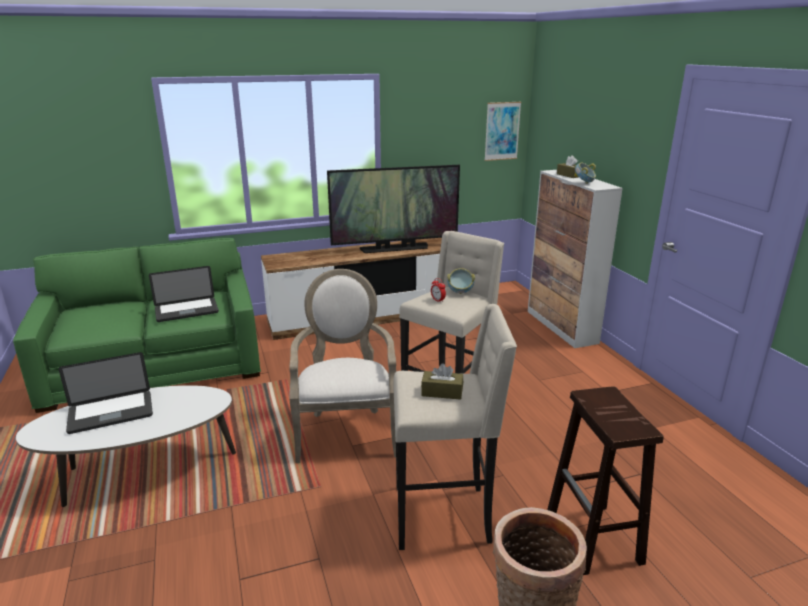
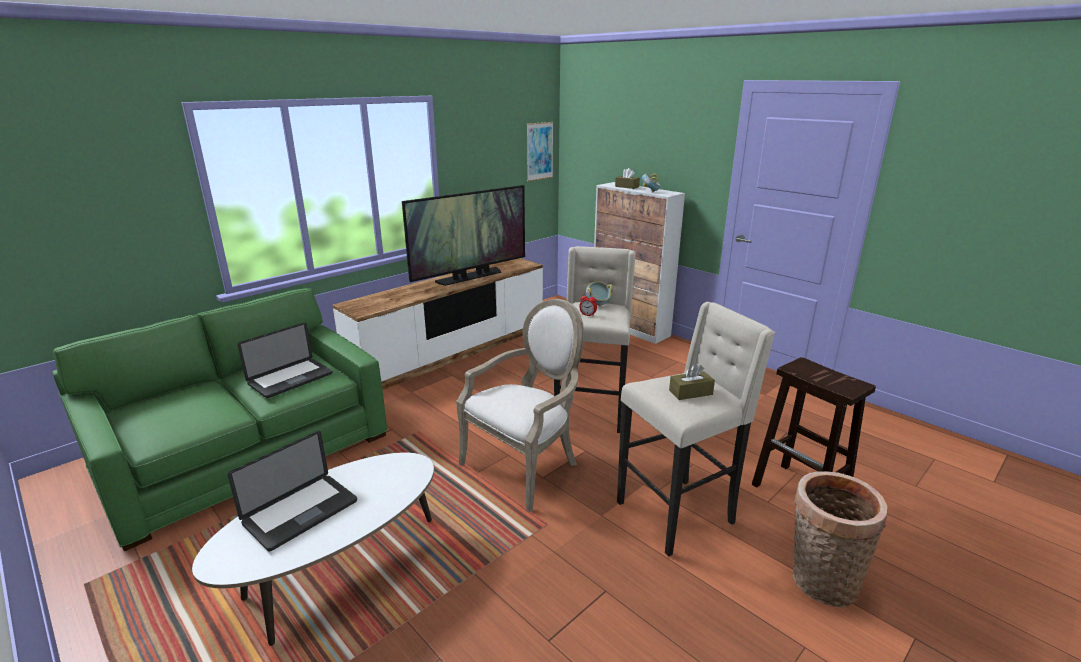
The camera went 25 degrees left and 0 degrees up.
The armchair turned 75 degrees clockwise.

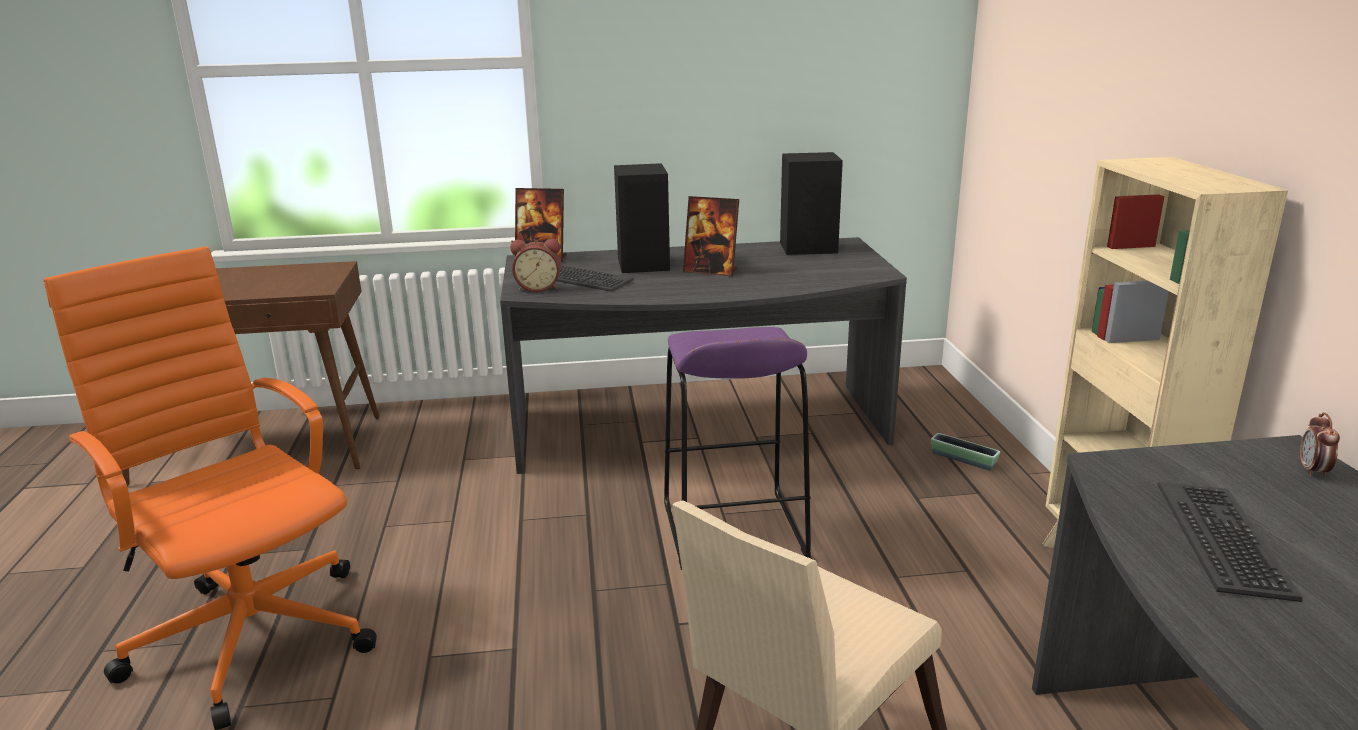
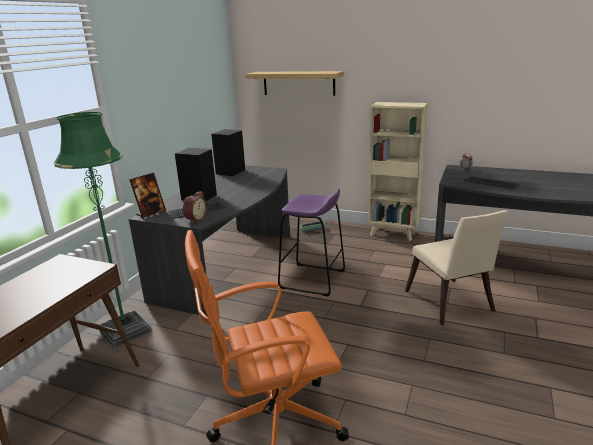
The camera went 60 degrees left and 0 degrees up.
The picture frame (no. 2 from left) disappeared.
The shelf appeared.
The green floor lamp appeared.

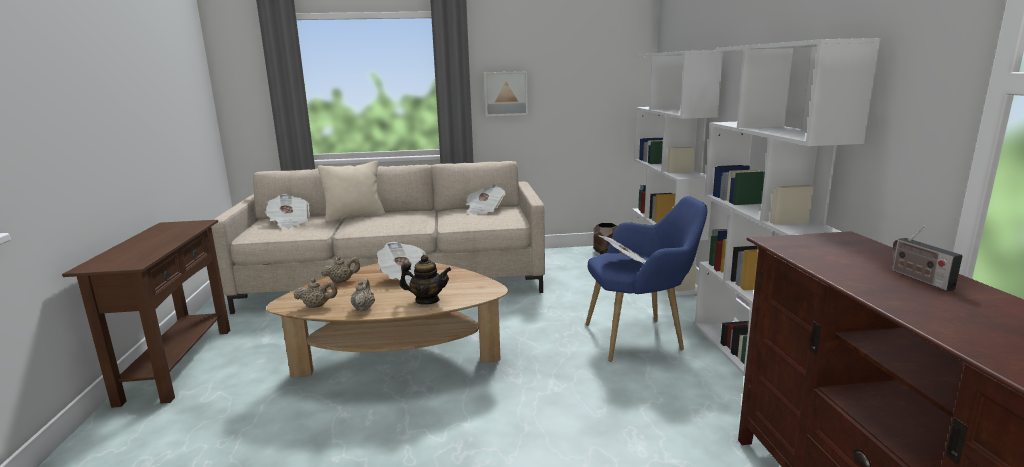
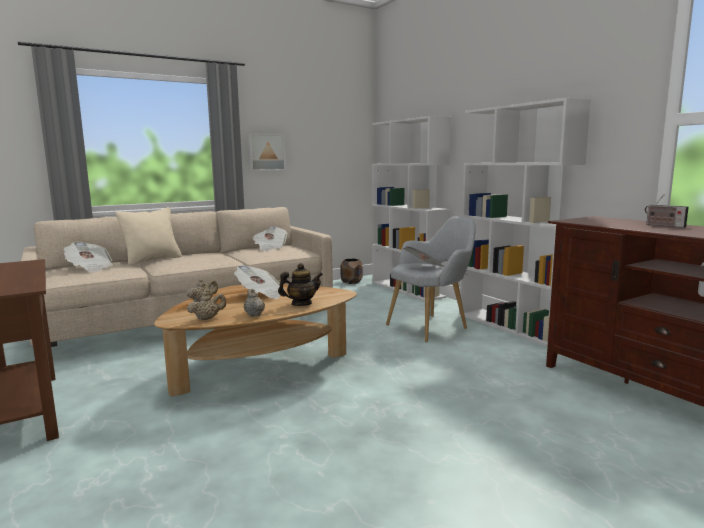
The camera went 25 degrees left and 5 degrees down.
The bluish armchair became the greyish armchair.

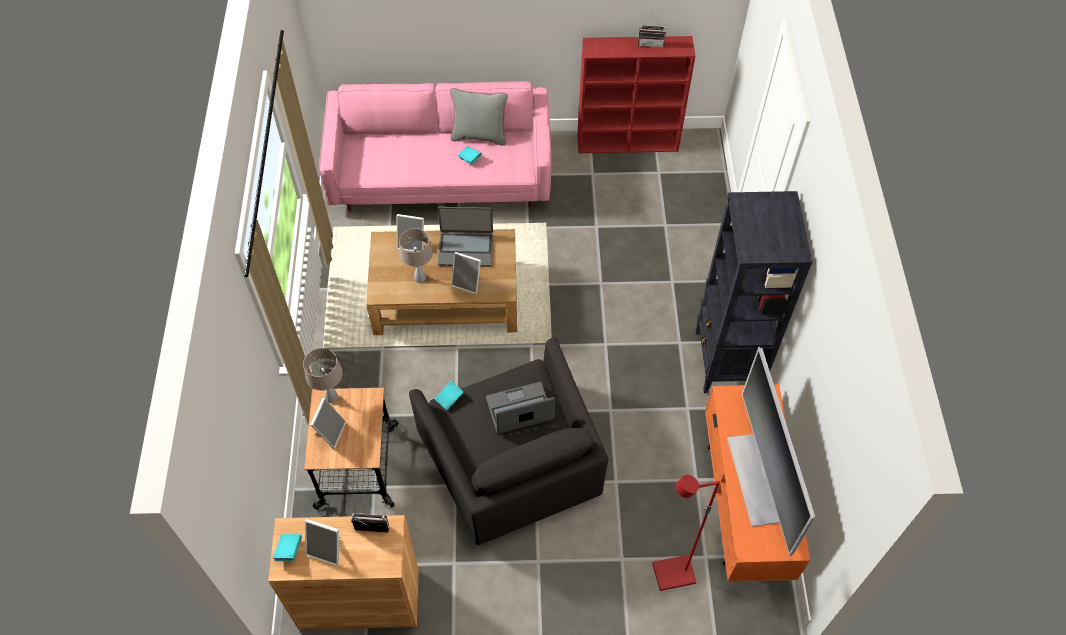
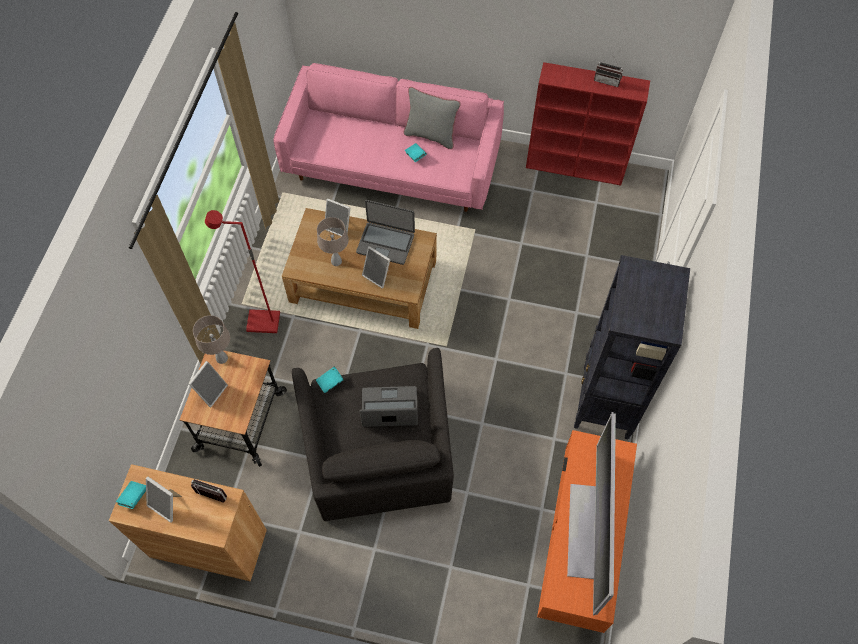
The camera went 15 degrees right and 5 degrees up.
The reddish floor lamp moved.

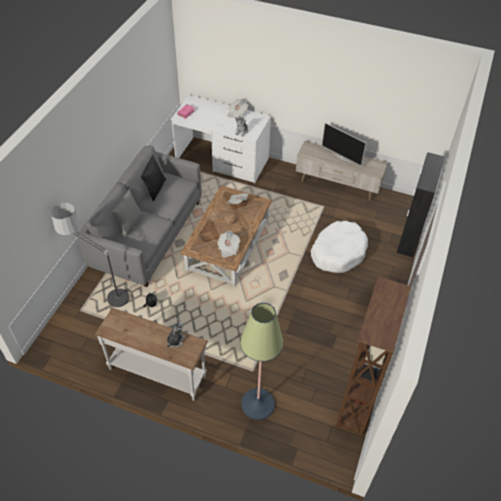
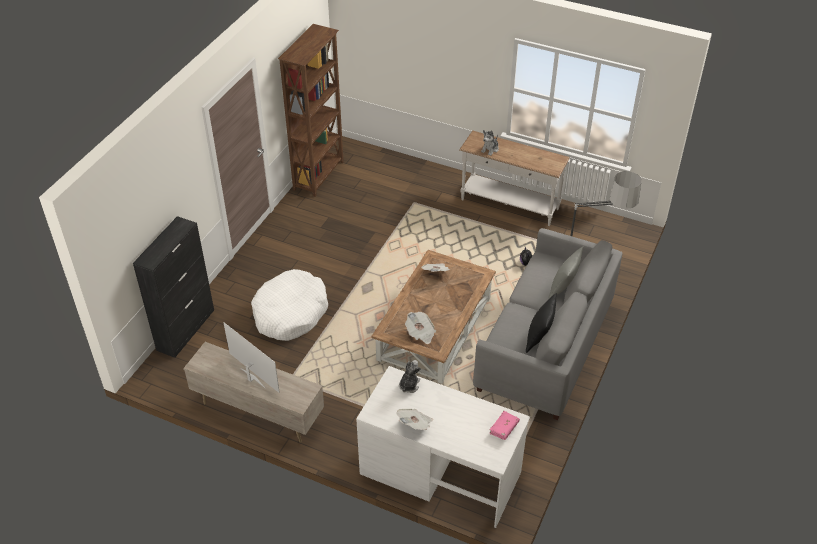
The camera went 175 degrees left and 5 degrees down.
The floor lamp (no. 2 from left) disappeared.

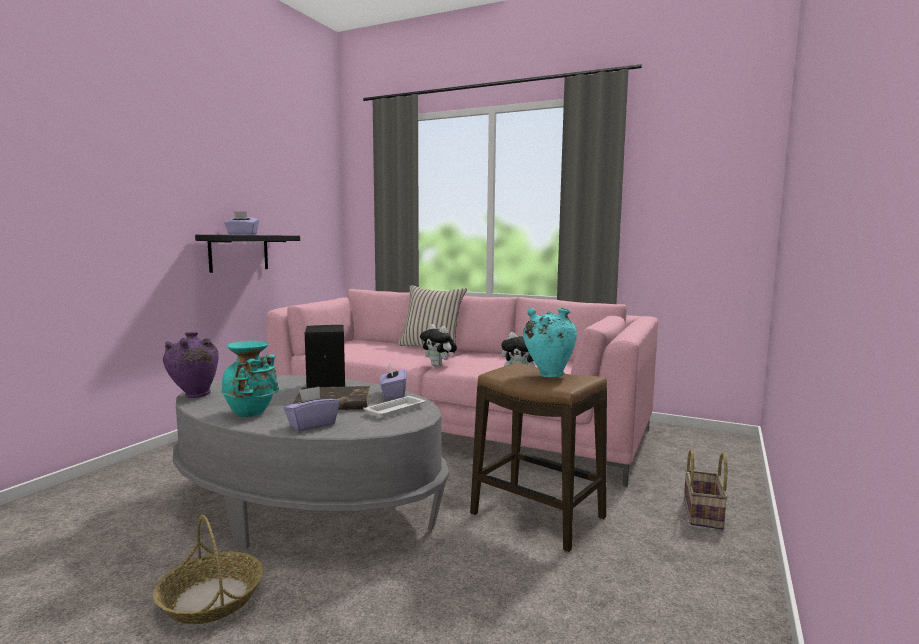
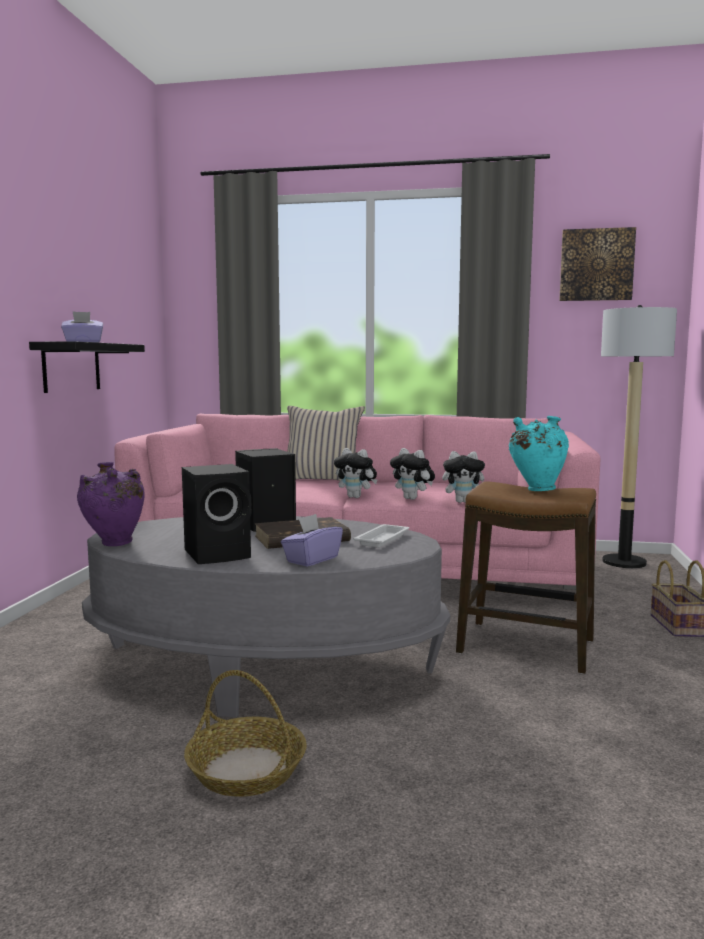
The camera went 15 degrees left and 0 degrees up.
The blue-green decorative vase (no. 1 from left) was replaced by the black-coloured loudspeaker (no. 1 from left).
The purple tissue box (no. 3 from left) disappeared.
The wall art appeared.
The floor lamp appeared.
The plush toy (no. 2 from left) appeared.

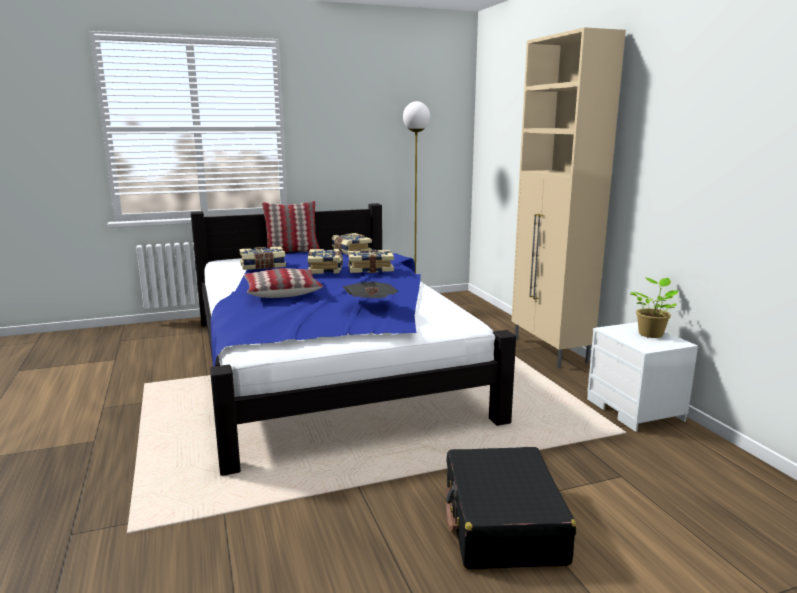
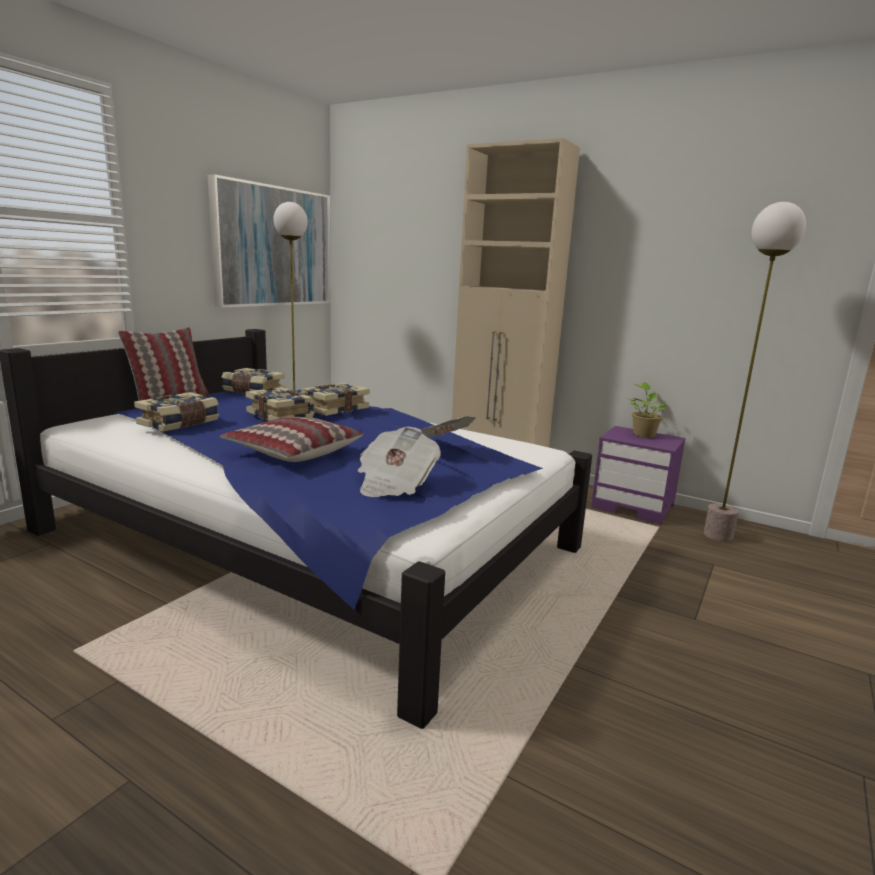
The camera went 40 degrees left and 0 degrees up.
The whitish bedside table became the purple bedside table.
The black-coloured suitcase disappeared.
The wall art appeared.
The floor lamp (no. 2 from left) appeared.
The daily paper (no. 1 from left) appeared.

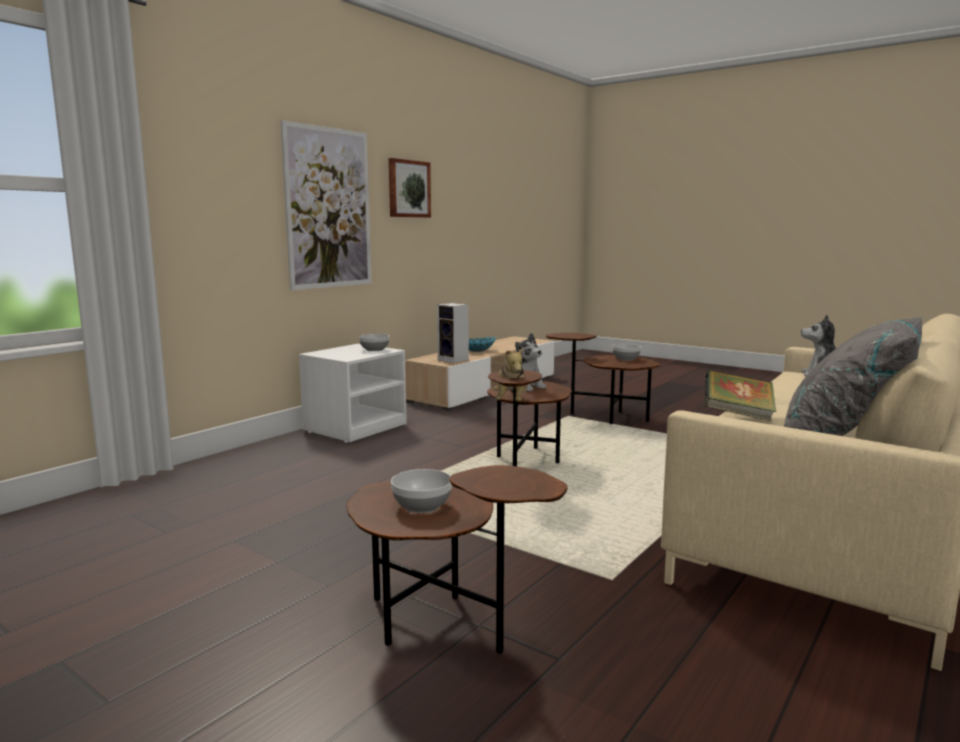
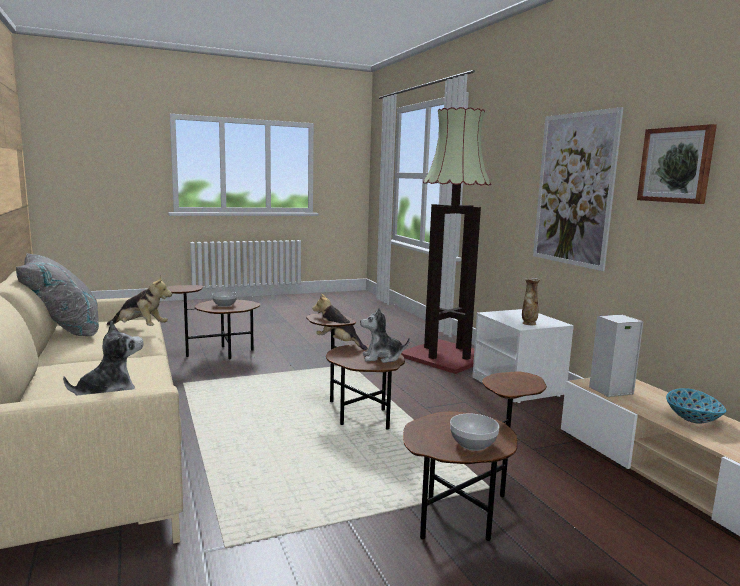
The camera went 120 degrees right and 0 degrees up.
The bowl (no. 1 from left) was replaced by the decorative vase.
The book was replaced by the plush toy (no. 2 from left).
The floor lamp appeared.

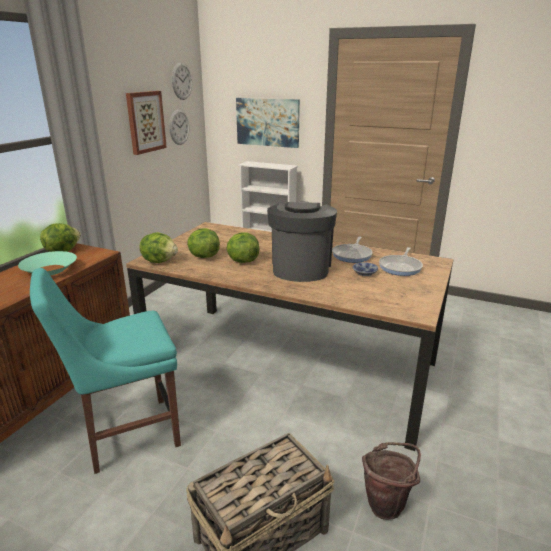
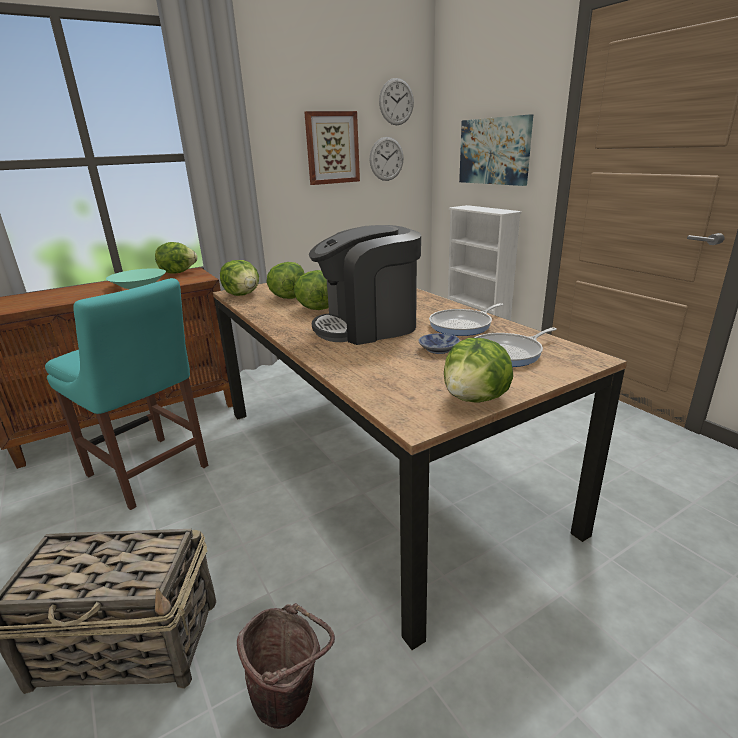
The camera went 35 degrees right and 0 degrees up.
The coffee maker turned 150 degrees counterclockwise.
The blue-green chair turned 150 degrees counterclockwise.
The lettuce (no. 5 from left) appeared.

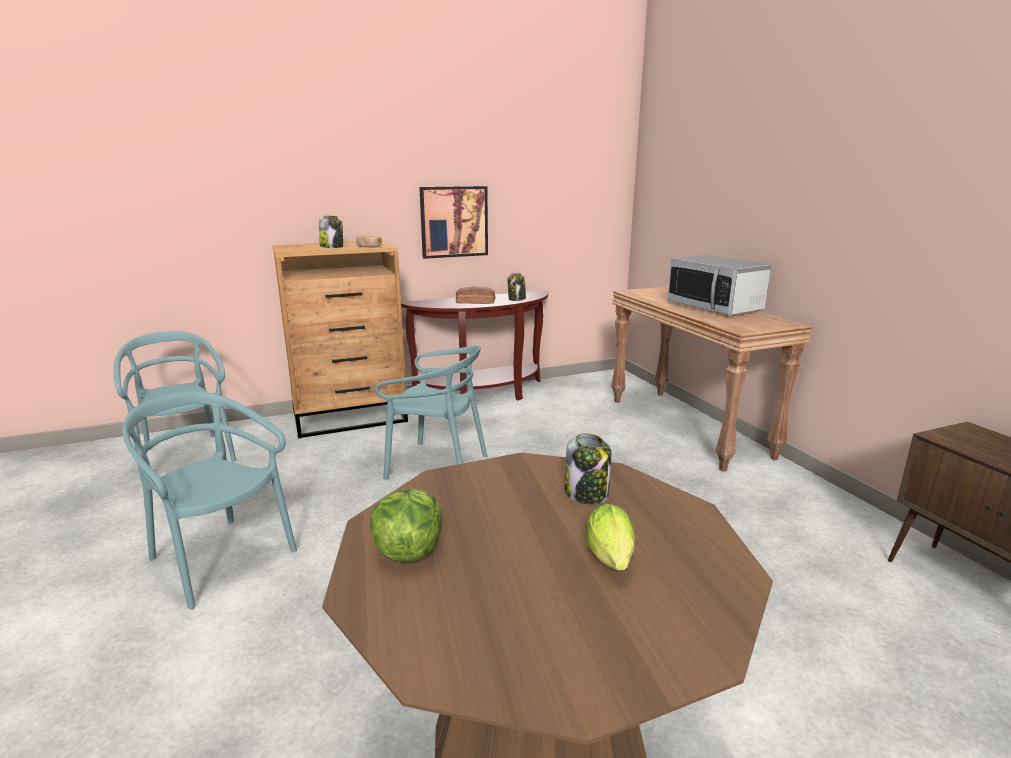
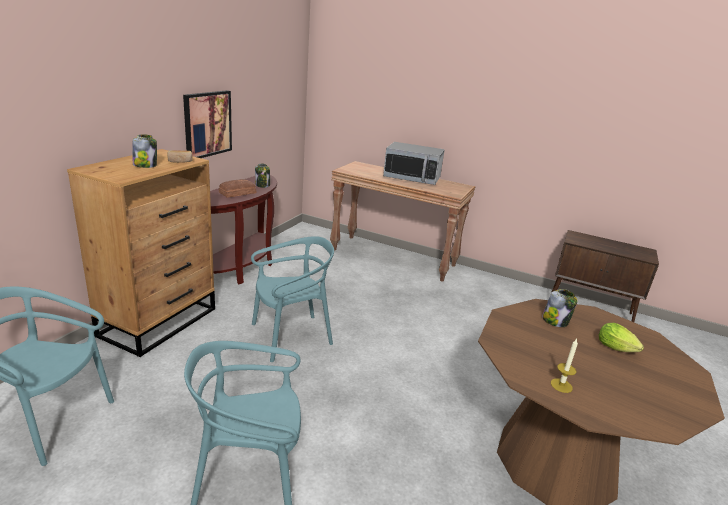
The camera went 45 degrees left and 5 degrees up.
The lettuce (no. 1 from left) was replaced by the candle.

